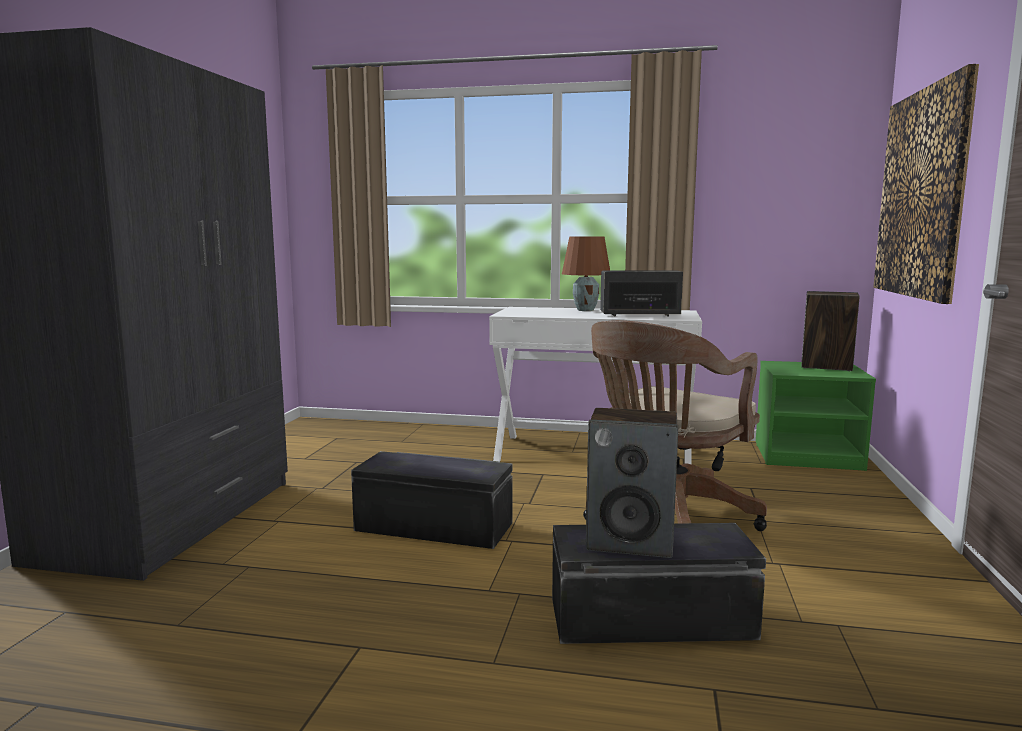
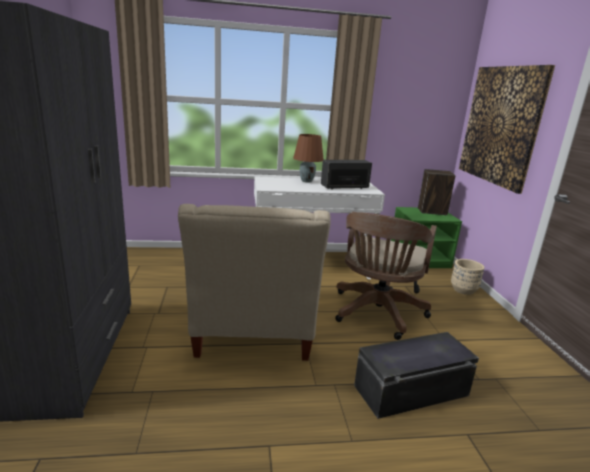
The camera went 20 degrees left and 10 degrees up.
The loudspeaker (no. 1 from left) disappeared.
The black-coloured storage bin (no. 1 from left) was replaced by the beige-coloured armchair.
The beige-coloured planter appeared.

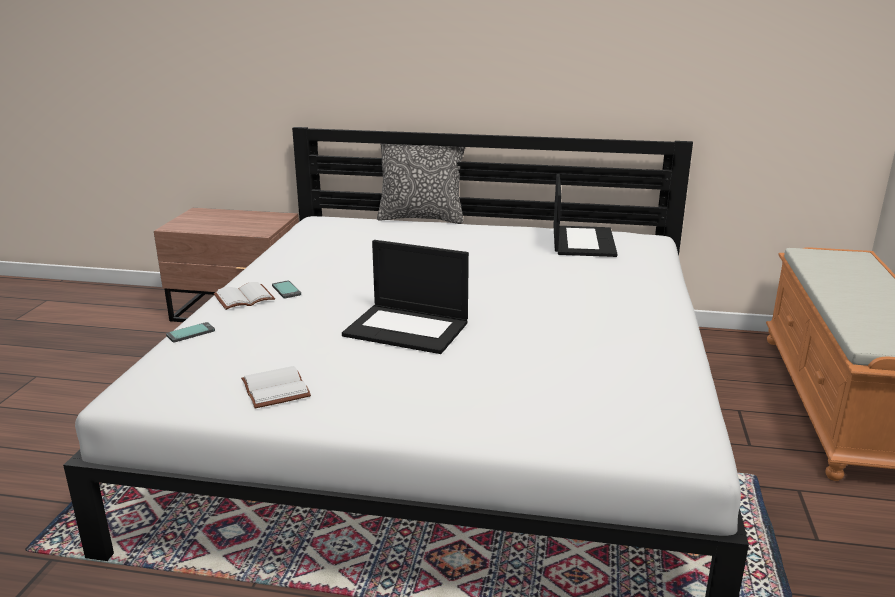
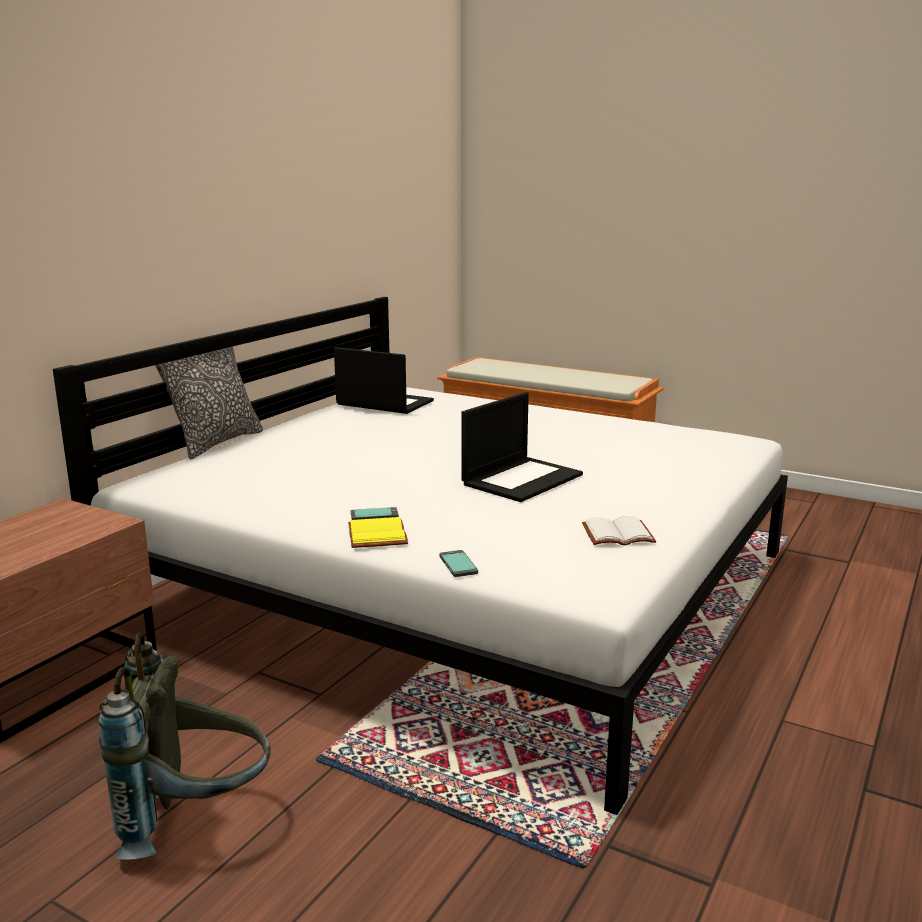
The camera went 70 degrees left and 5 degrees down.
The whitish book (no. 1 from left) became the yellow book.
The greyish knapsack appeared.

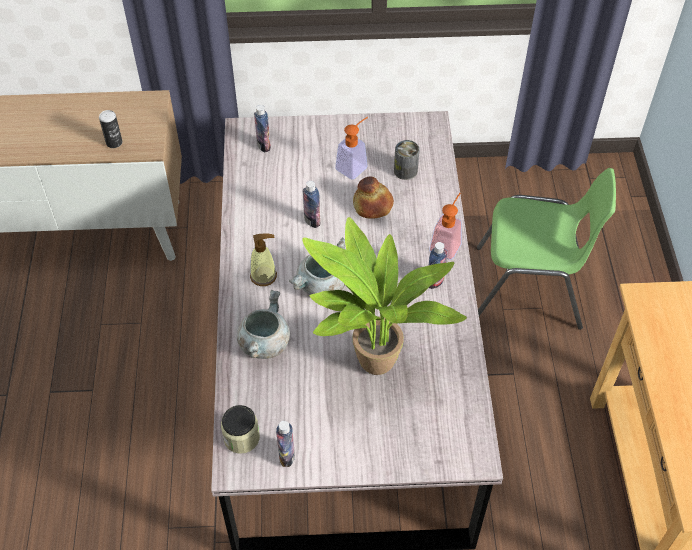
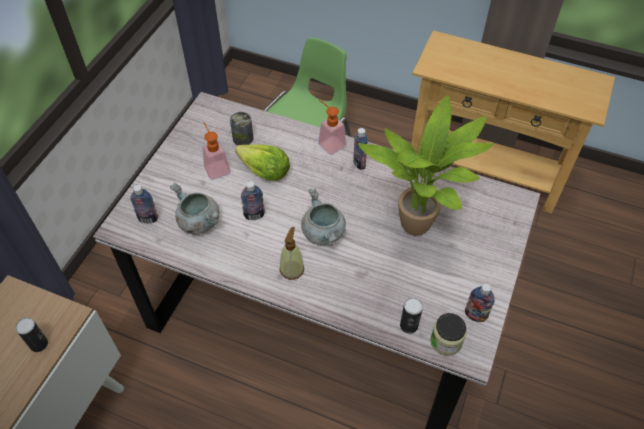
The camera went 65 degrees left and 0 degrees up.
The bread was replaced by the lettuce.
The greyish stockpot (no. 1 from left) moved.
The sealed can (no. 3 from left) appeared.

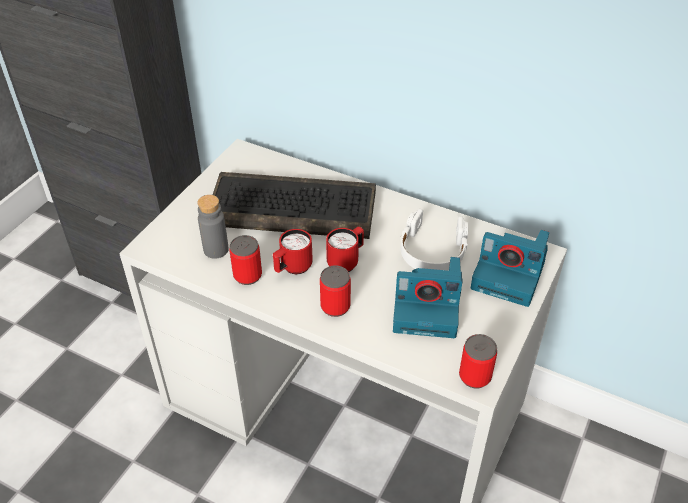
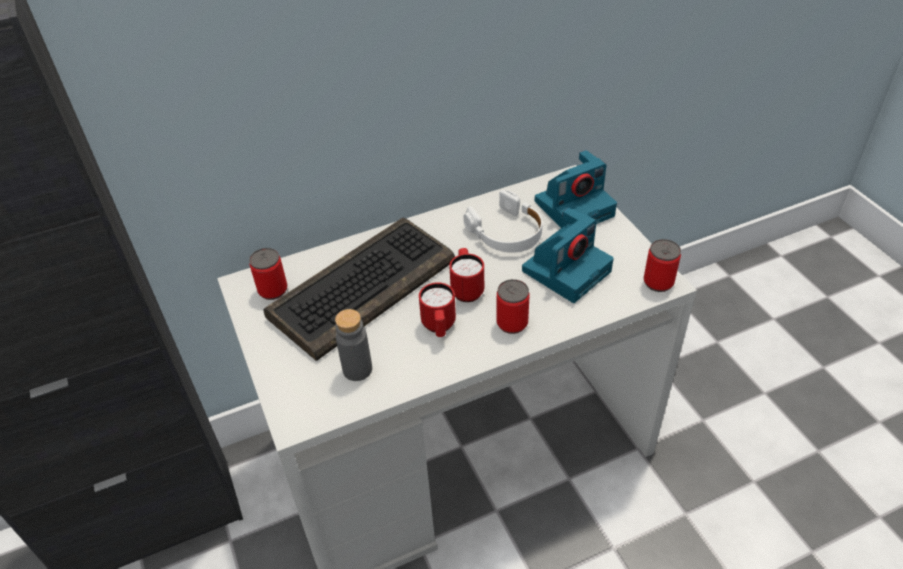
The camera went 50 degrees left and 0 degrees up.
The sealed can (no. 1 from left) moved.

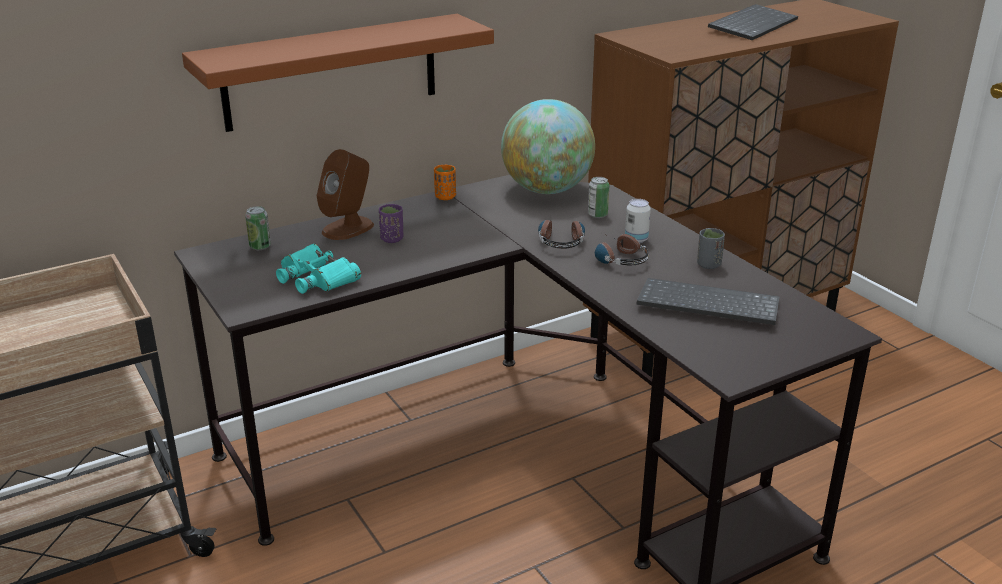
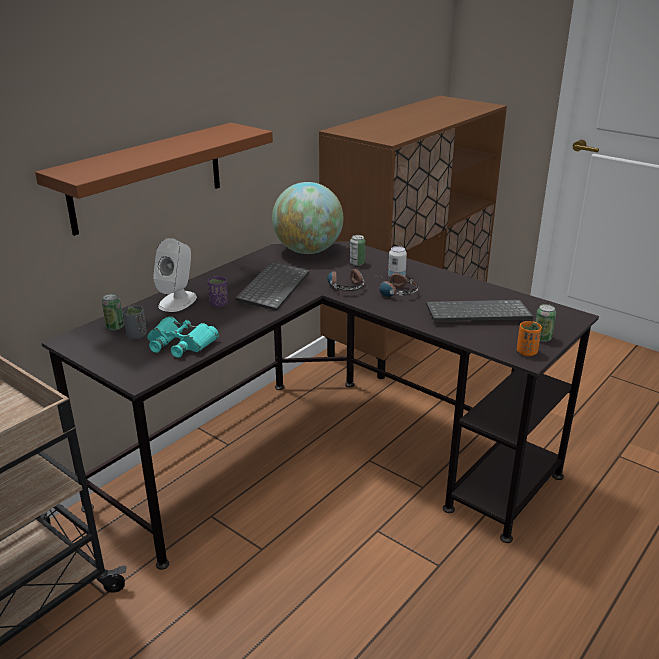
The camera went 20 degrees left and 0 degrees up.
The computer keyboard (no. 2 from left in the first image) moved.
The brown-coloured loudspeaker became the whitish loudspeaker.
The orangey cup moved.
The greyish cup moved.
The sealed can (no. 4 from left) appeared.

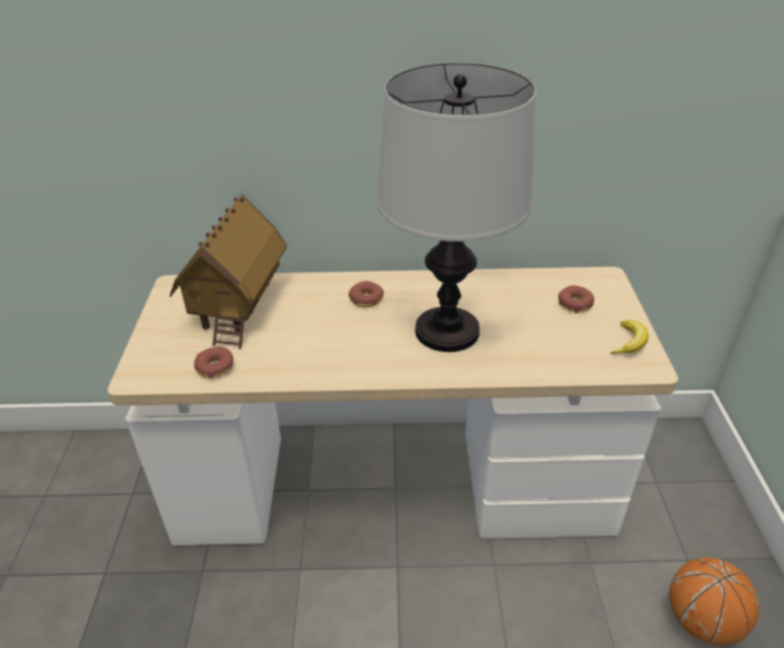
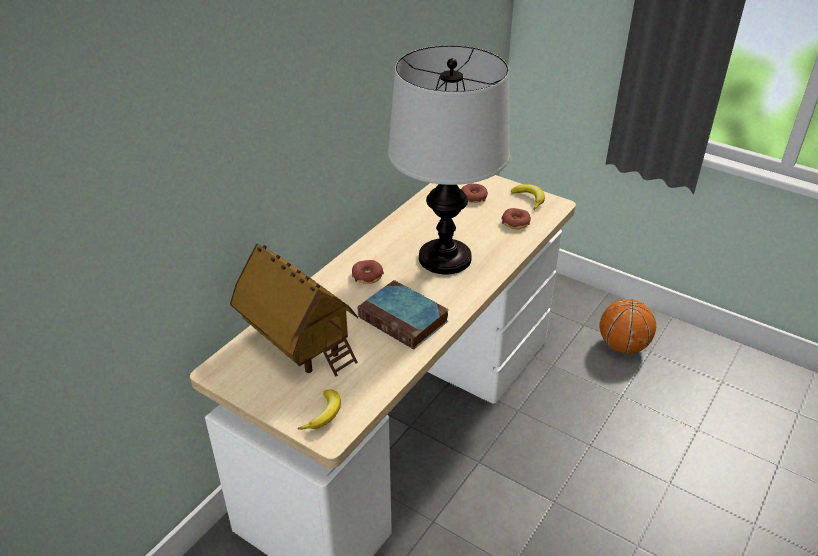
The camera went 55 degrees left and 0 degrees up.
The doughnut (no. 1 from left in the first image) moved.
The book appeared.
The whole banana (no. 1 from left) appeared.

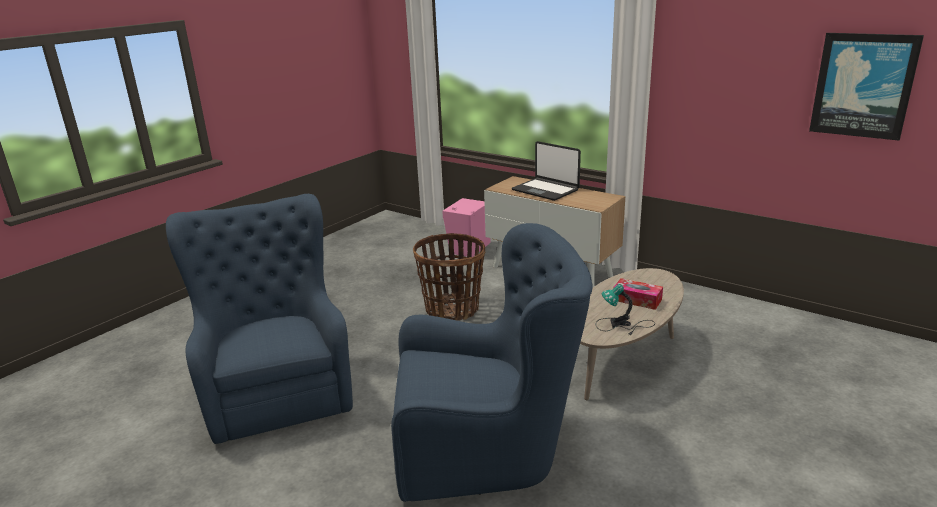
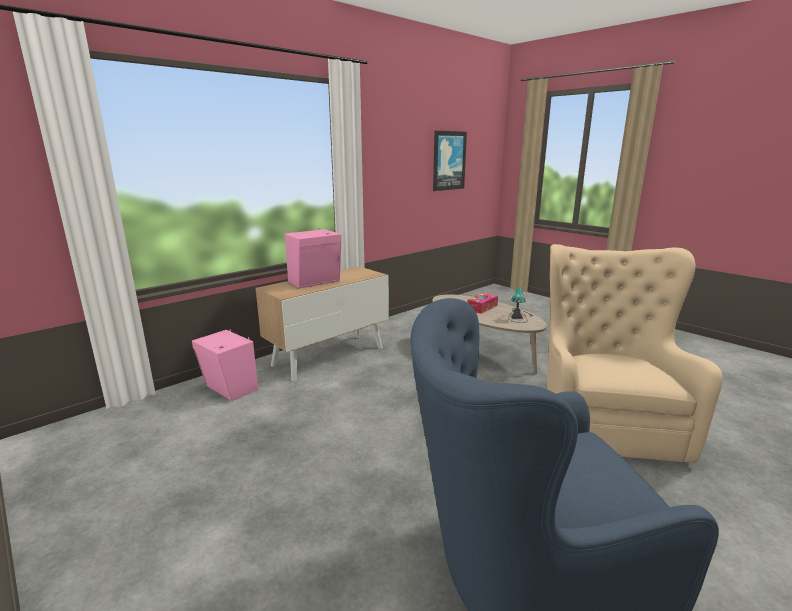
The camera went 80 degrees left and 5 degrees down.
The laptop was replaced by the pink loudspeaker (no. 2 from left).
The bluish armchair (no. 2 from left) became the beige-coloured armchair.
The basket disappeared.

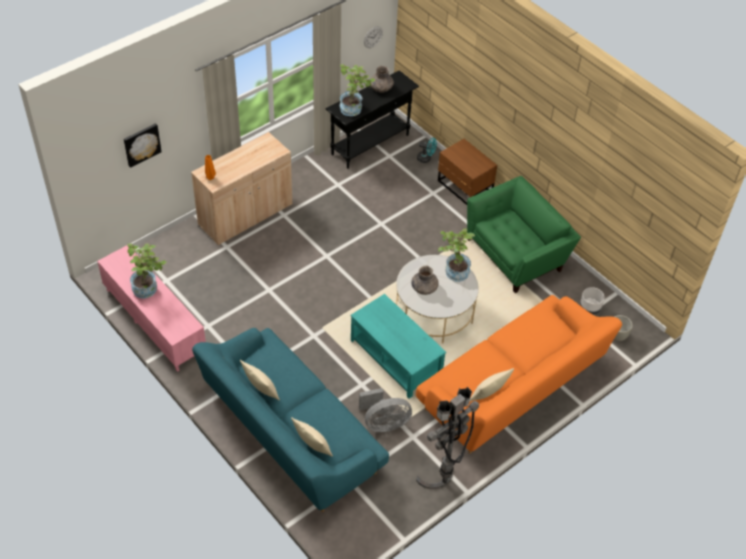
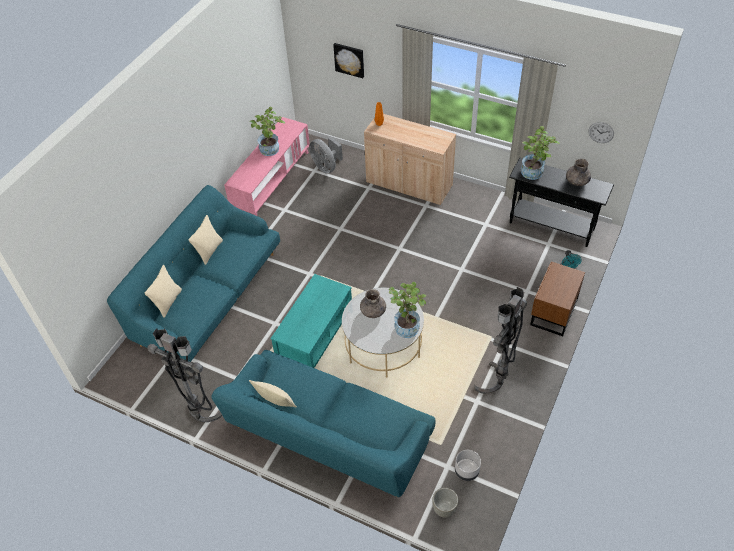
The camera went 70 degrees right and 0 degrees up.
The green armchair was replaced by the greyish floor lamp (no. 2 from left).
The orangey settee became the blue-green settee (no. 2 from left).
The greyish fan moved.

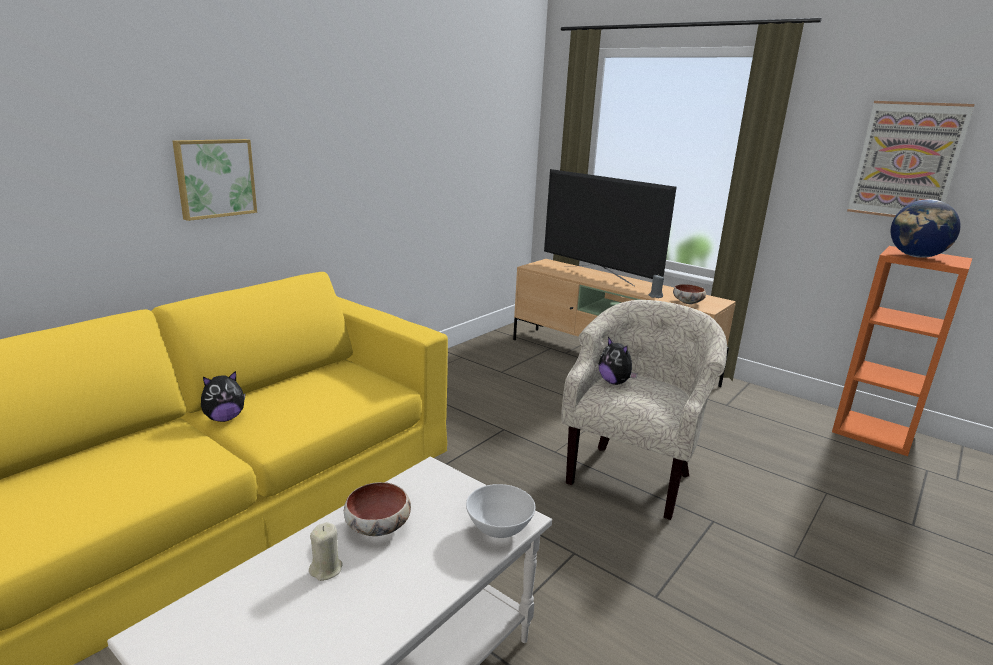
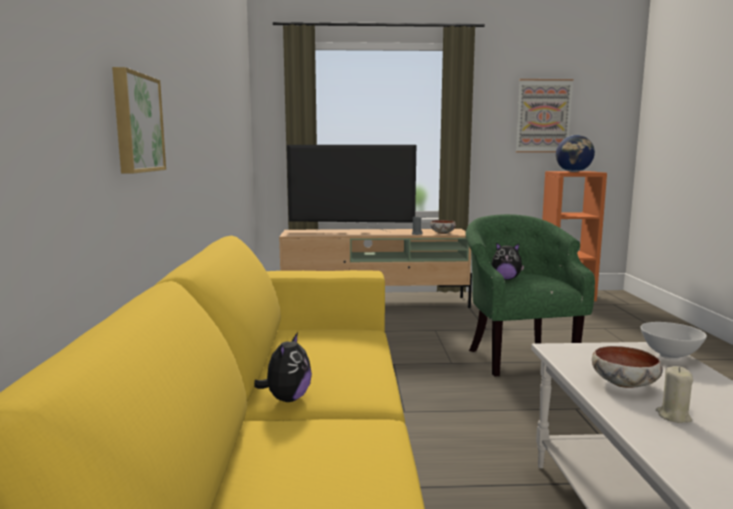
The camera went 40 degrees left and 10 degrees down.
The beige-coloured armchair became the green armchair.

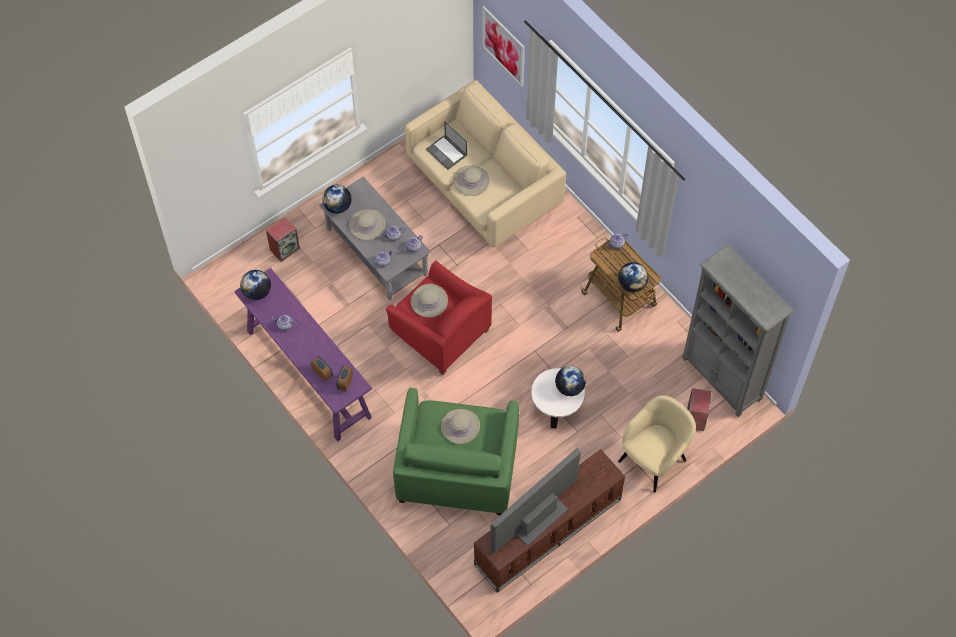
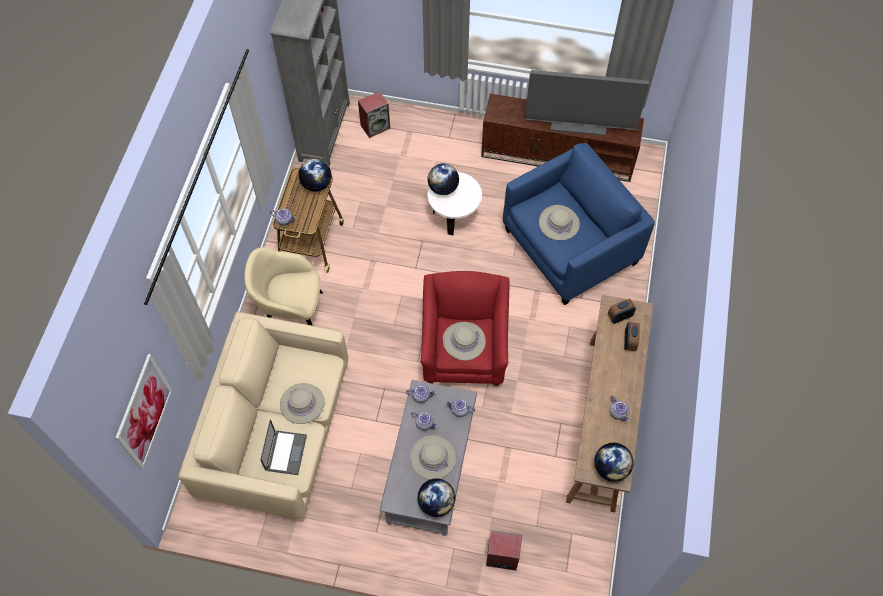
The camera went 130 degrees left and 0 degrees up.
The purple narrow table became the brown-coloured narrow table.
The green armchair became the bluish armchair.
The beige-coloured armchair moved.

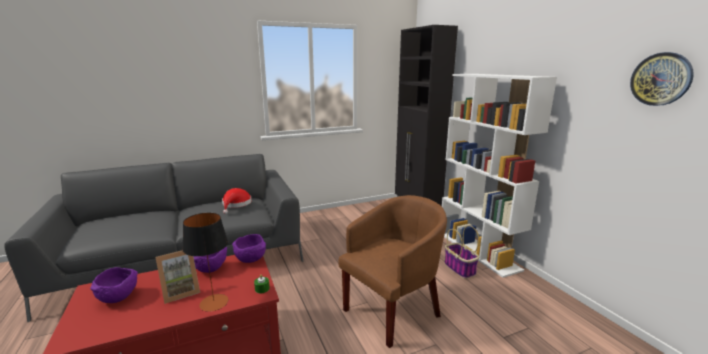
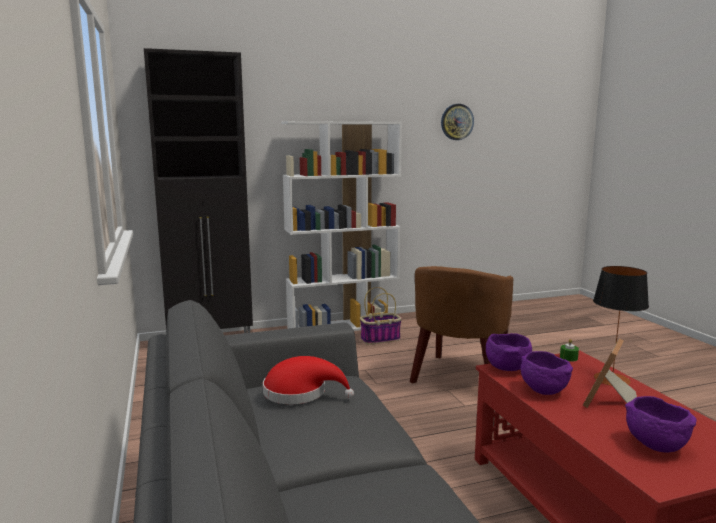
The camera went 85 degrees left and 5 degrees down.
The brown-coloured armchair turned 120 degrees counterclockwise.
The picture frame turned 120 degrees counterclockwise.

